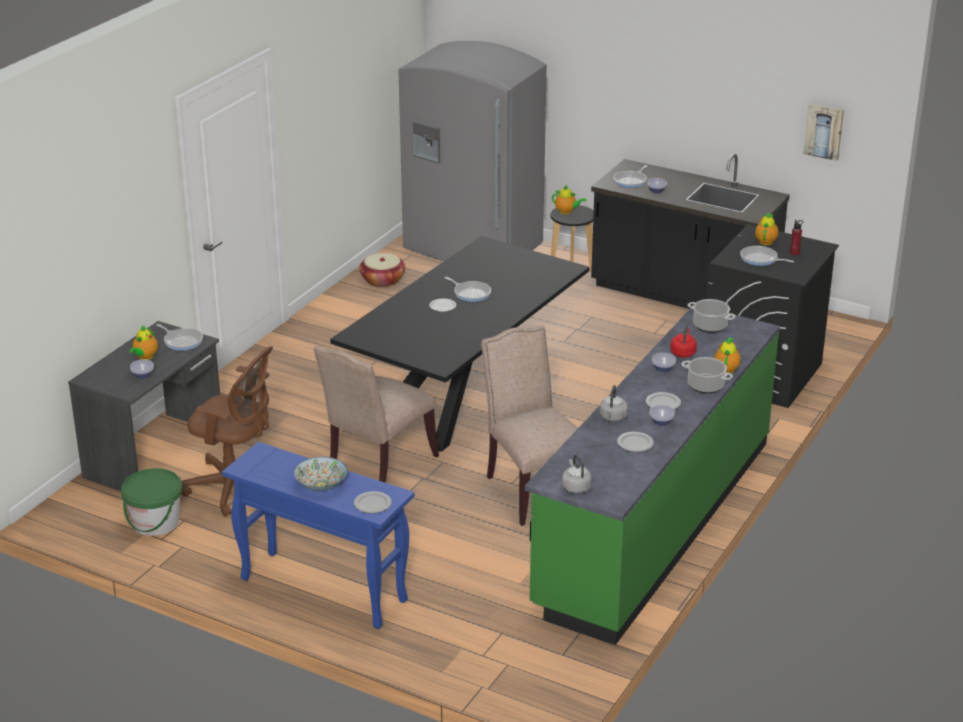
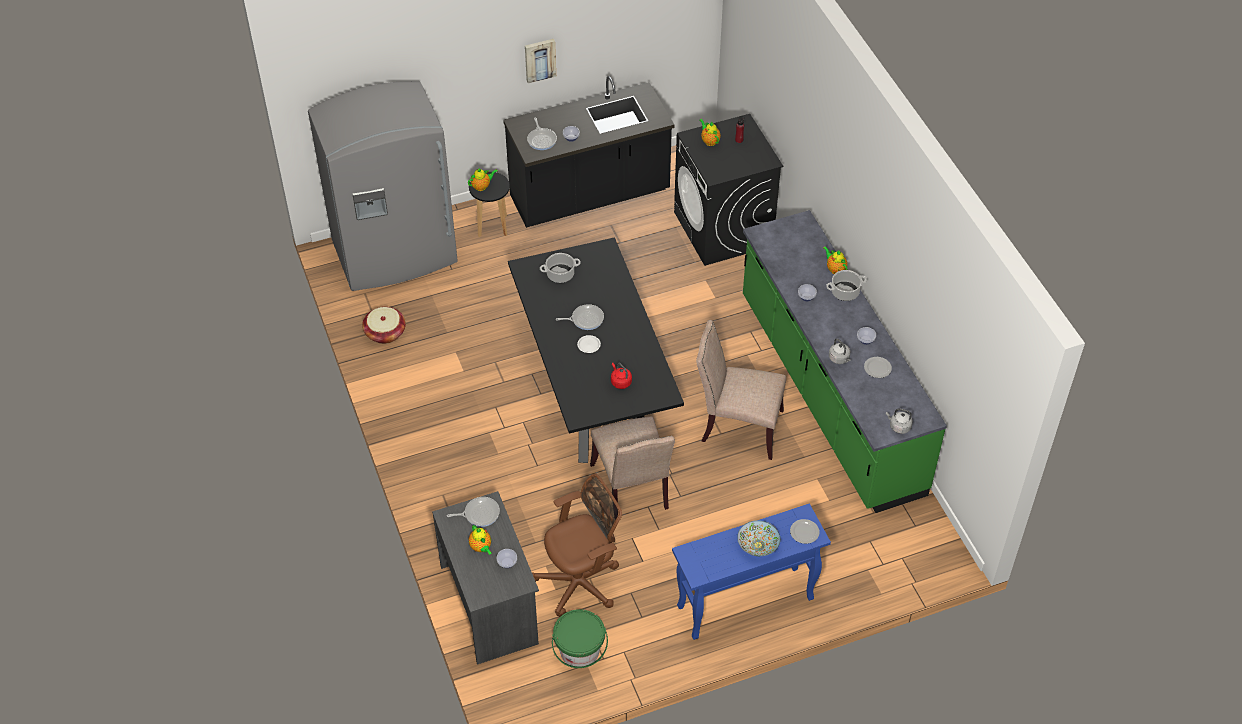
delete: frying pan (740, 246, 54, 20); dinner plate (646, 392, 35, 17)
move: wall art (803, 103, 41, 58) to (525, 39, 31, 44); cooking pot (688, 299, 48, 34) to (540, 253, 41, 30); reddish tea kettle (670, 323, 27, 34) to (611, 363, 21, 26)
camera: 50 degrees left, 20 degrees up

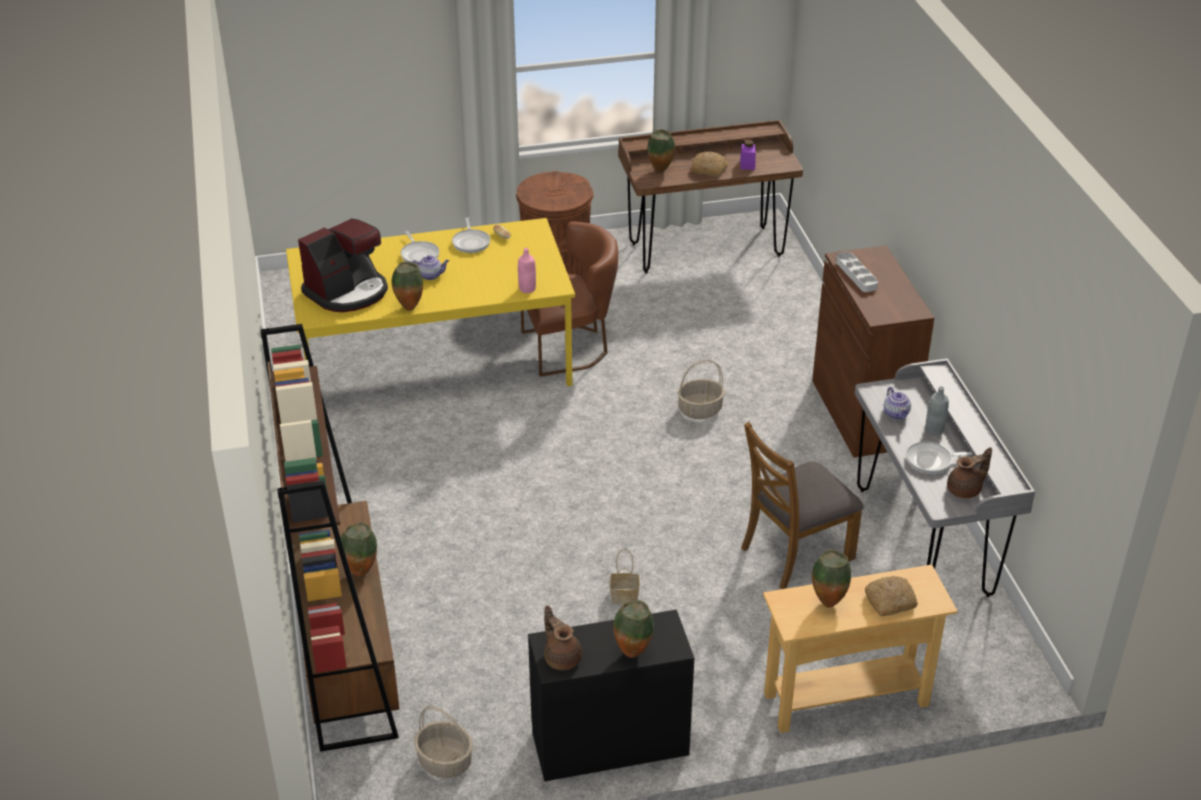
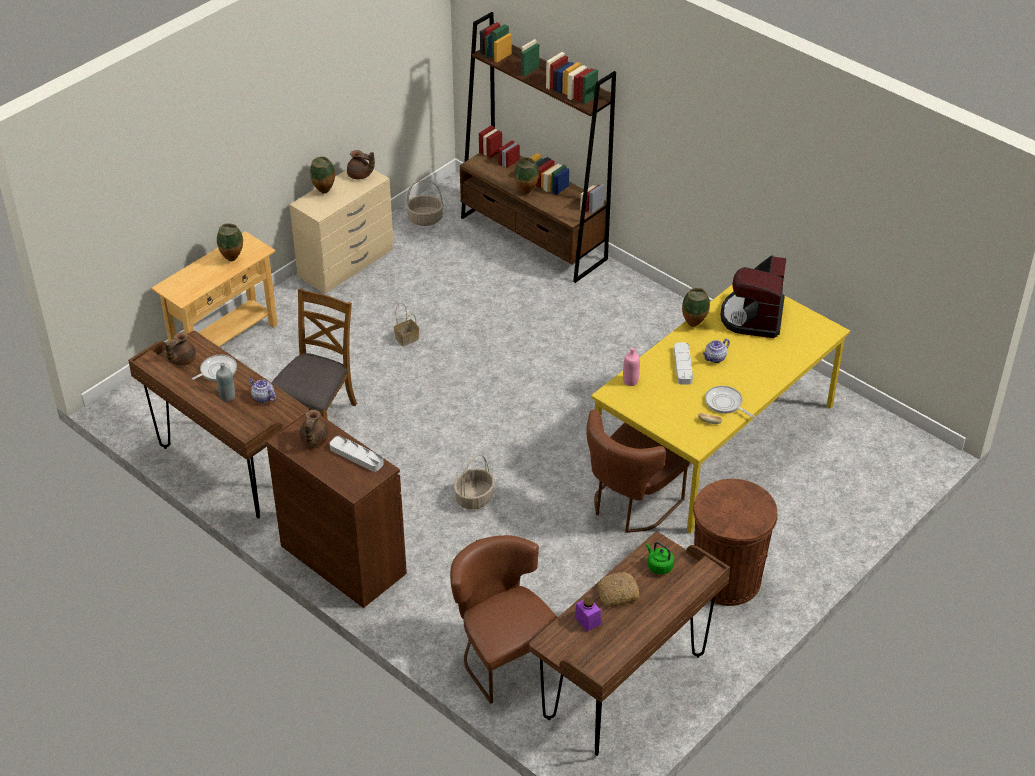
delete: frying pan (401, 231, 38, 35); baked bread (865, 576, 53, 40)
insert: grey tray (674, 342, 19, 42); brown-coloured pot for tea (299, 410, 30, 36); brown-coloured chair (450, 535, 108, 169)
replace: vase (648, 129, 27, 43) to green tea kettle (646, 542, 28, 32)
recolor: grey desk unit (855, 358, 180, 239) to brown-coloured desk unit (128, 331, 181, 188); black-coloured chest of drawers (528, 610, 166, 171) to sand-coloured chest of drawers (289, 170, 105, 124)
camera: 145 degrees right, 5 degrees up

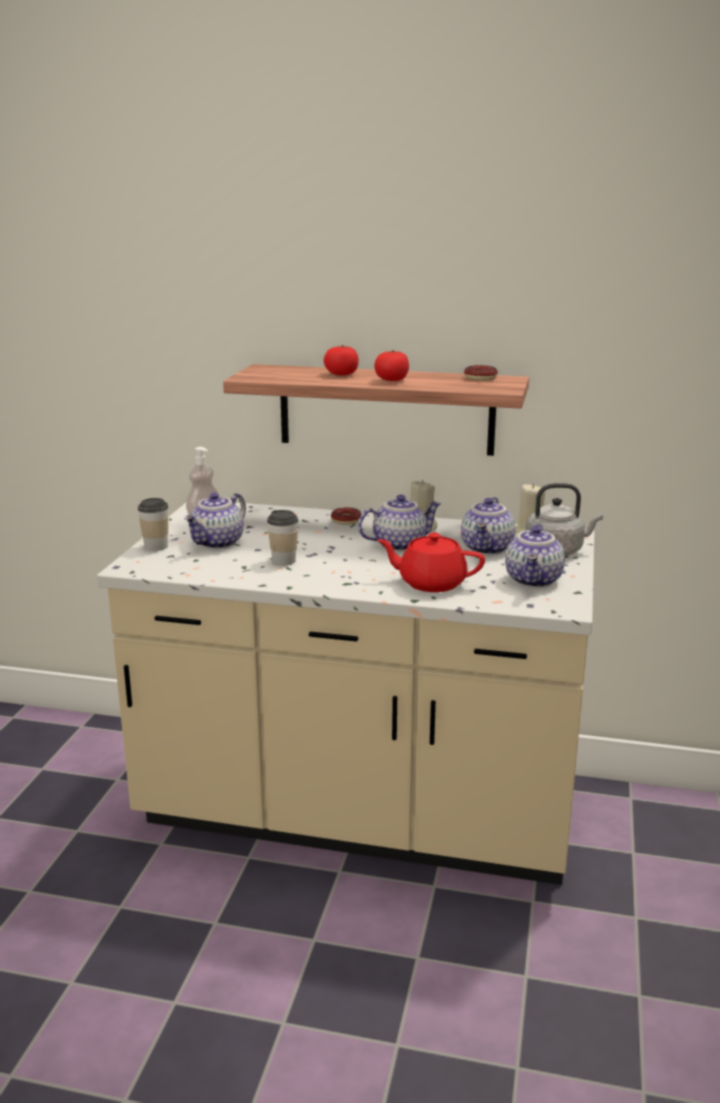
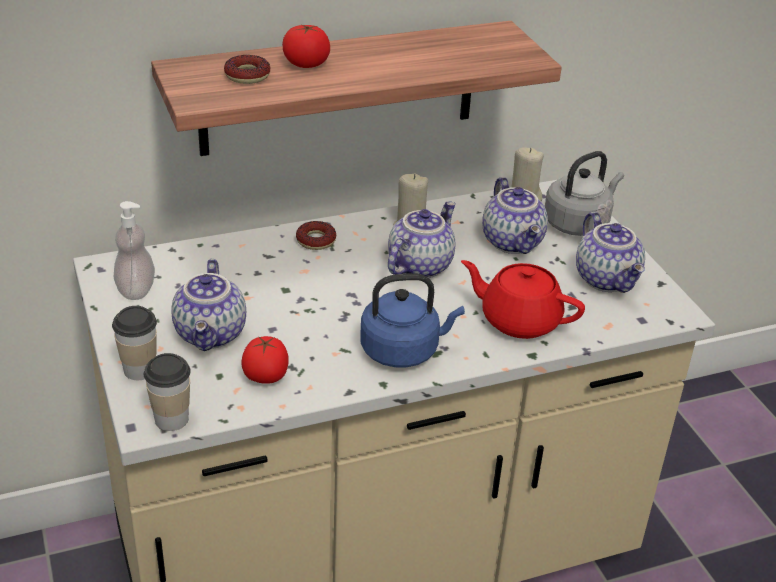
insert: blue-coloured tea kettle (360, 273, 105, 95)
move: fresh tomato (374, 350, 35, 31) to (241, 336, 48, 48); donut (464, 365, 34, 16) to (224, 55, 46, 29); small cup (267, 510, 32, 56) to (144, 353, 47, 78)
rotate: reddish pot for tea (377, 533, 108, 59) = (461, 260, 124, 79) 45 degrees clockwise
camera: 35 degrees left, 15 degrees up

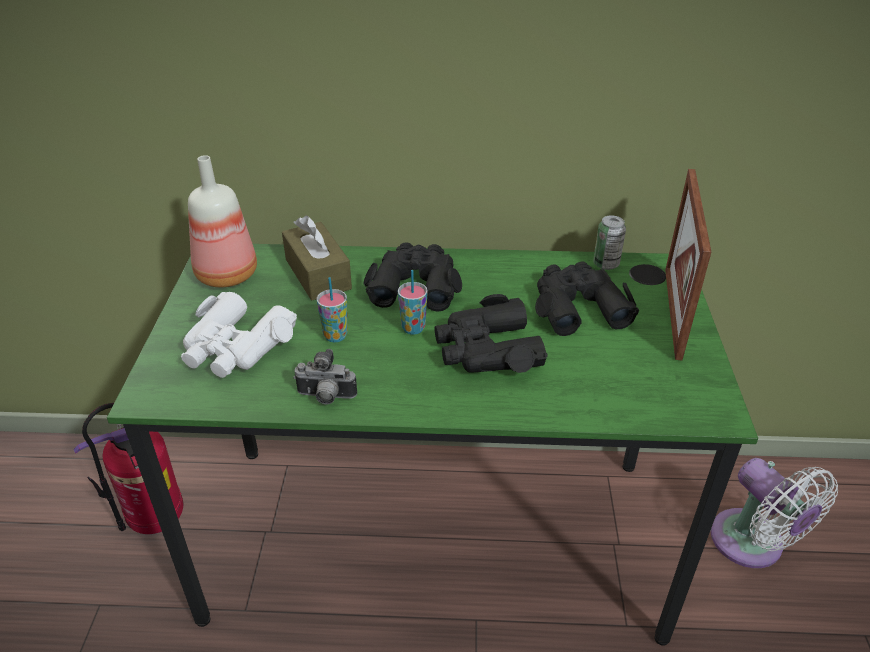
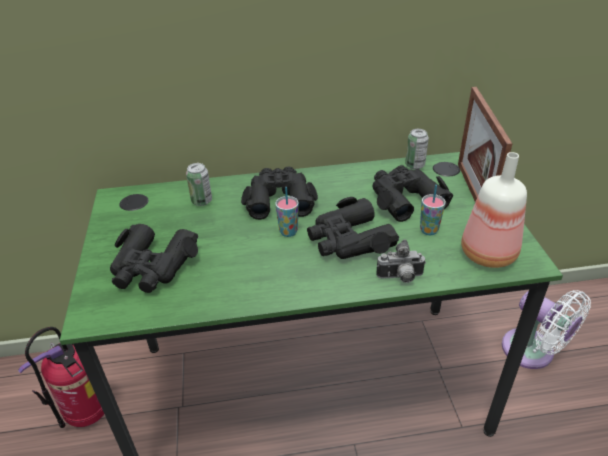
move: bottle (188, 155, 69, 133) to (461, 152, 66, 116); small cup (317, 277, 30, 65) to (420, 185, 26, 50); still camera (293, 349, 64, 56) to (376, 240, 50, 43)
replace: brown-coloured tissue holder (282, 215, 70, 85) to metal can (186, 163, 26, 43)
recolor: white pair of binoculars (181, 292, 116, 86) to black-coloured pair of binoculars (110, 224, 88, 69)
camera: 10 degrees left, 0 degrees up

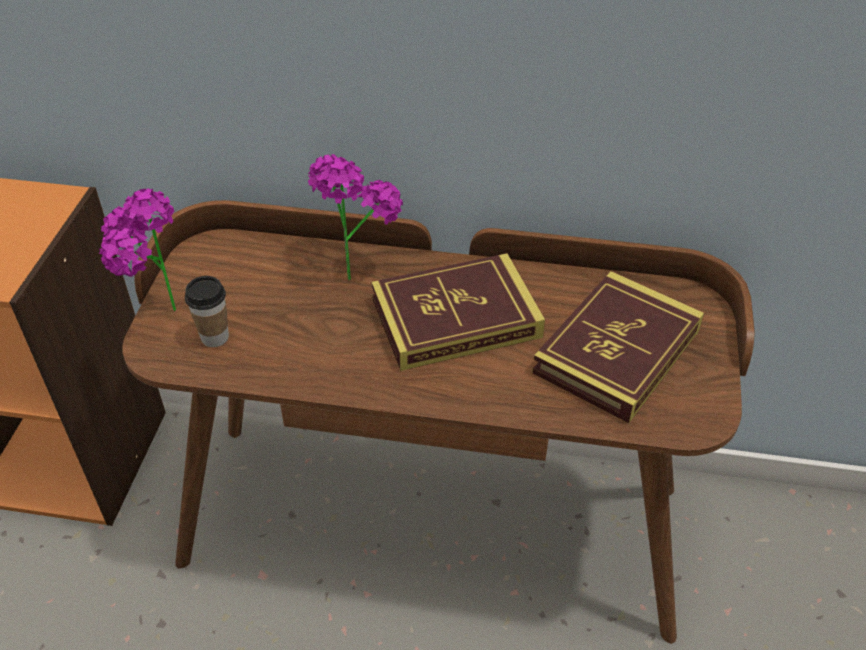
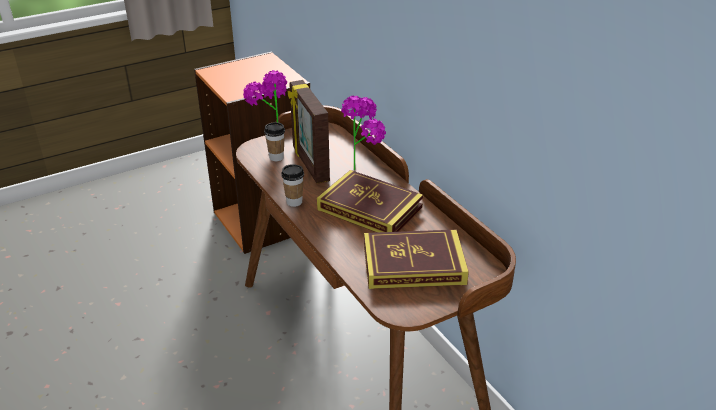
insert: standing frame (288, 80, 42, 104); small cup (281, 164, 23, 43)
camera: 50 degrees right, 10 degrees down

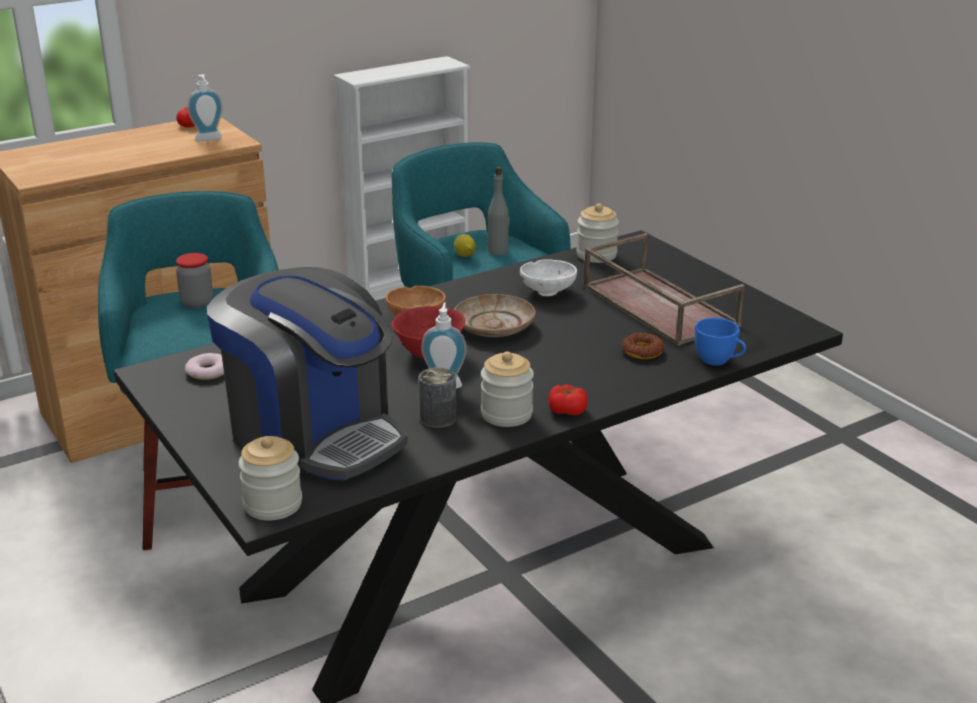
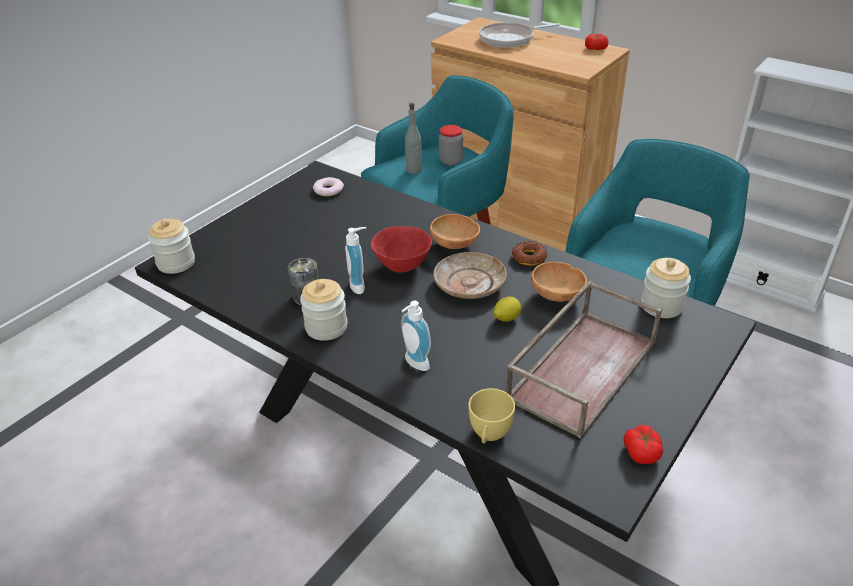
delete: coffee maker (207, 267, 201, 213)
insert: frying pan (479, 22, 81, 25)
move: soap bottle (188, 74, 35, 67) to (401, 301, 30, 70); grey bottle (488, 167, 21, 88) to (405, 103, 17, 71); citrus fruit (454, 234, 22, 23) to (493, 297, 28, 25); donut (621, 332, 44, 27) to (512, 241, 36, 25); fresh tomato (548, 385, 40, 31) to (624, 425, 39, 39)
recolor: white deep dish (520, 259, 57, 37) to brown-coloured deep dish (531, 262, 56, 40); blue-coloured small cup (695, 318, 51, 48) to yellow small cup (468, 388, 47, 56)
camera: 70 degrees right, 10 degrees up

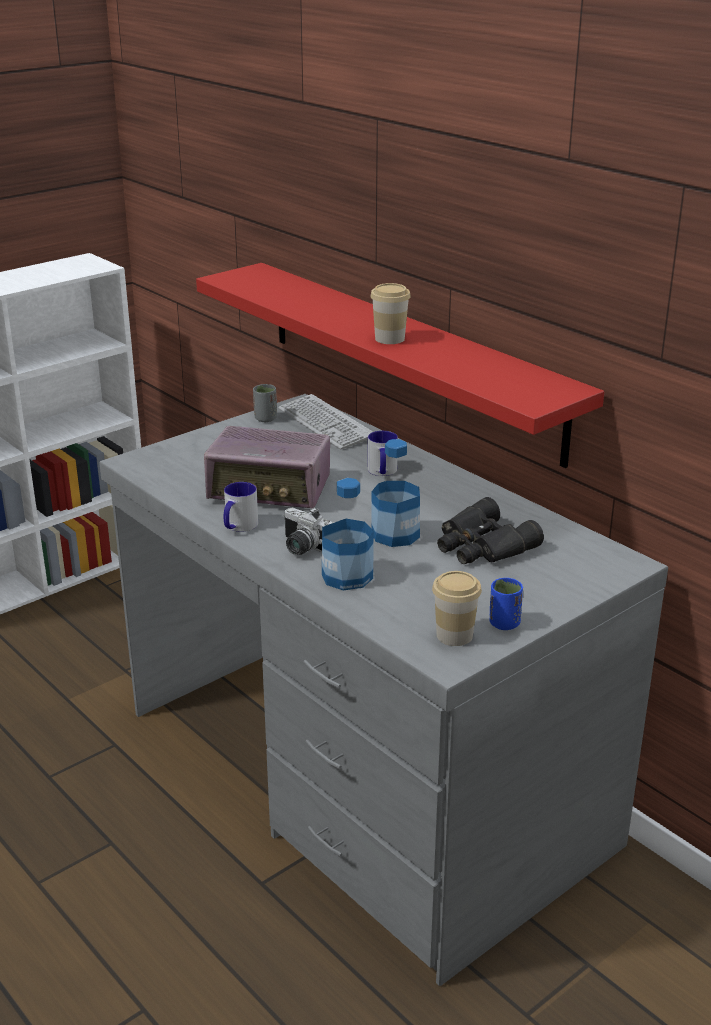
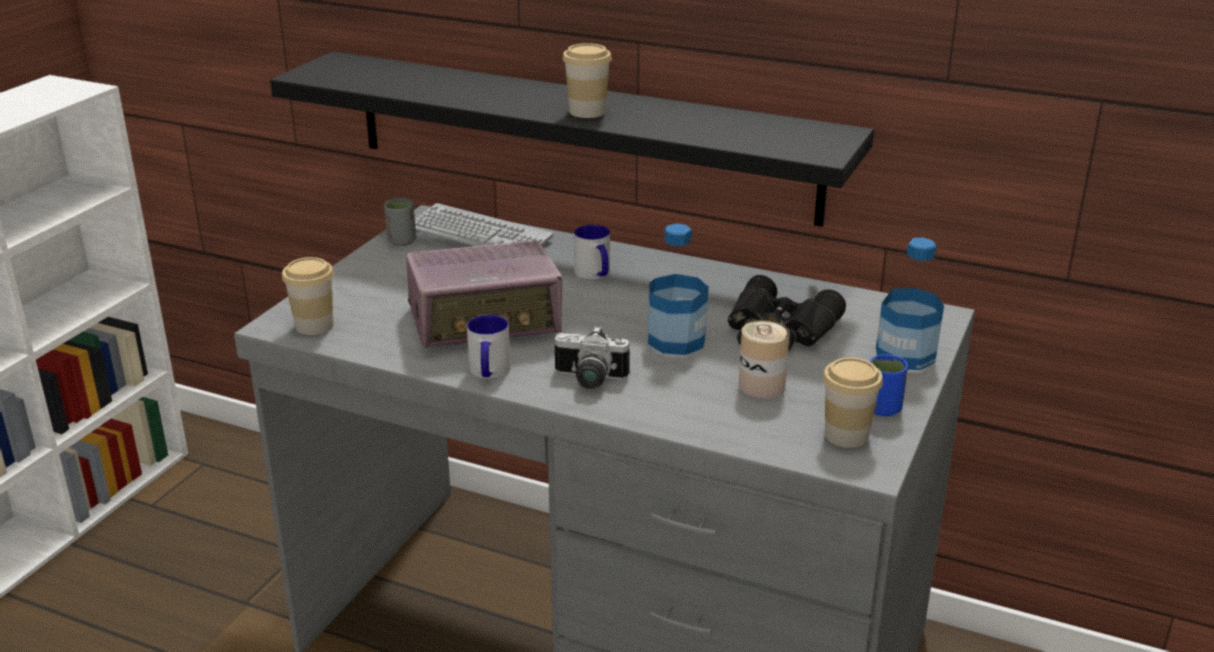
insert: small cup (282, 257, 52, 78); metal can (739, 320, 51, 78)
move: bottle (322, 478, 52, 112) to (876, 238, 68, 132)
recolor: reddish shelf (196, 263, 408, 205) to black-coloured shelf (270, 52, 604, 175)
camera: 25 degrees left, 0 degrees up

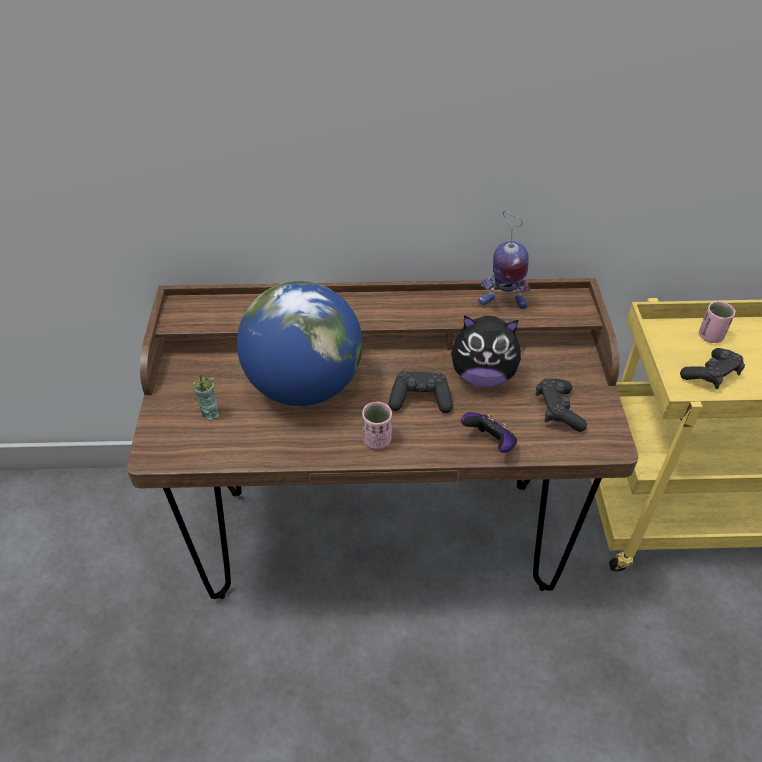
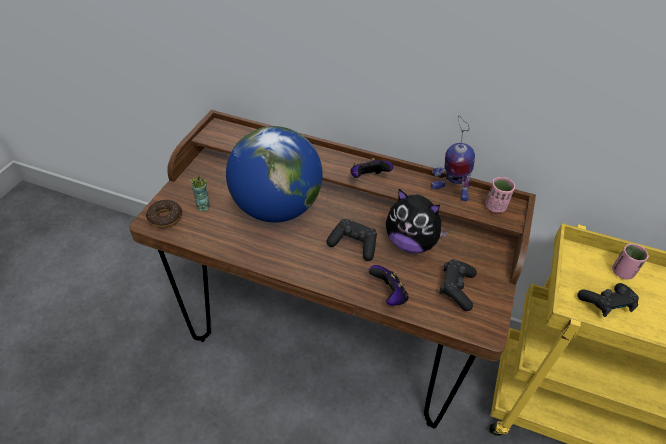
insert: game controller (350, 158, 43, 20); donut (146, 200, 36, 28)
move: pink small cup (362, 402, 30, 47) to (485, 177, 30, 36)
camera: 20 degrees right, 0 degrees up

